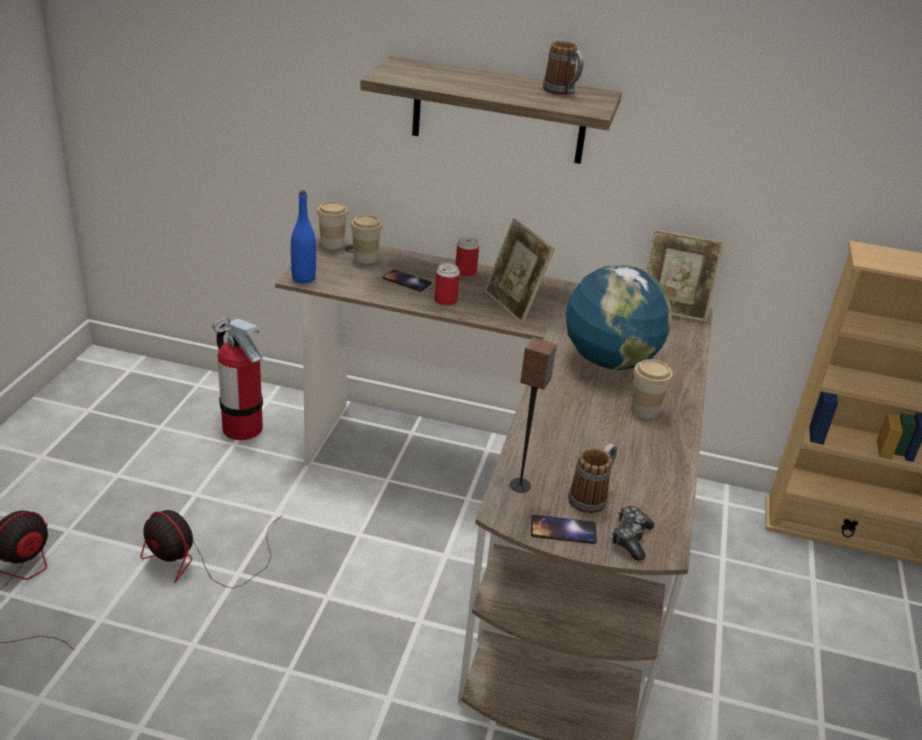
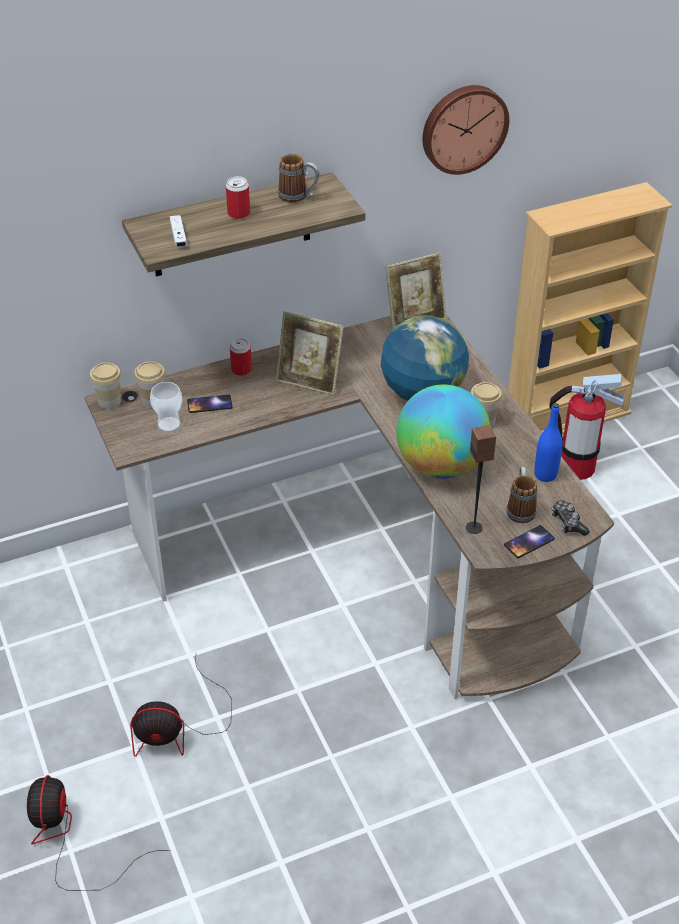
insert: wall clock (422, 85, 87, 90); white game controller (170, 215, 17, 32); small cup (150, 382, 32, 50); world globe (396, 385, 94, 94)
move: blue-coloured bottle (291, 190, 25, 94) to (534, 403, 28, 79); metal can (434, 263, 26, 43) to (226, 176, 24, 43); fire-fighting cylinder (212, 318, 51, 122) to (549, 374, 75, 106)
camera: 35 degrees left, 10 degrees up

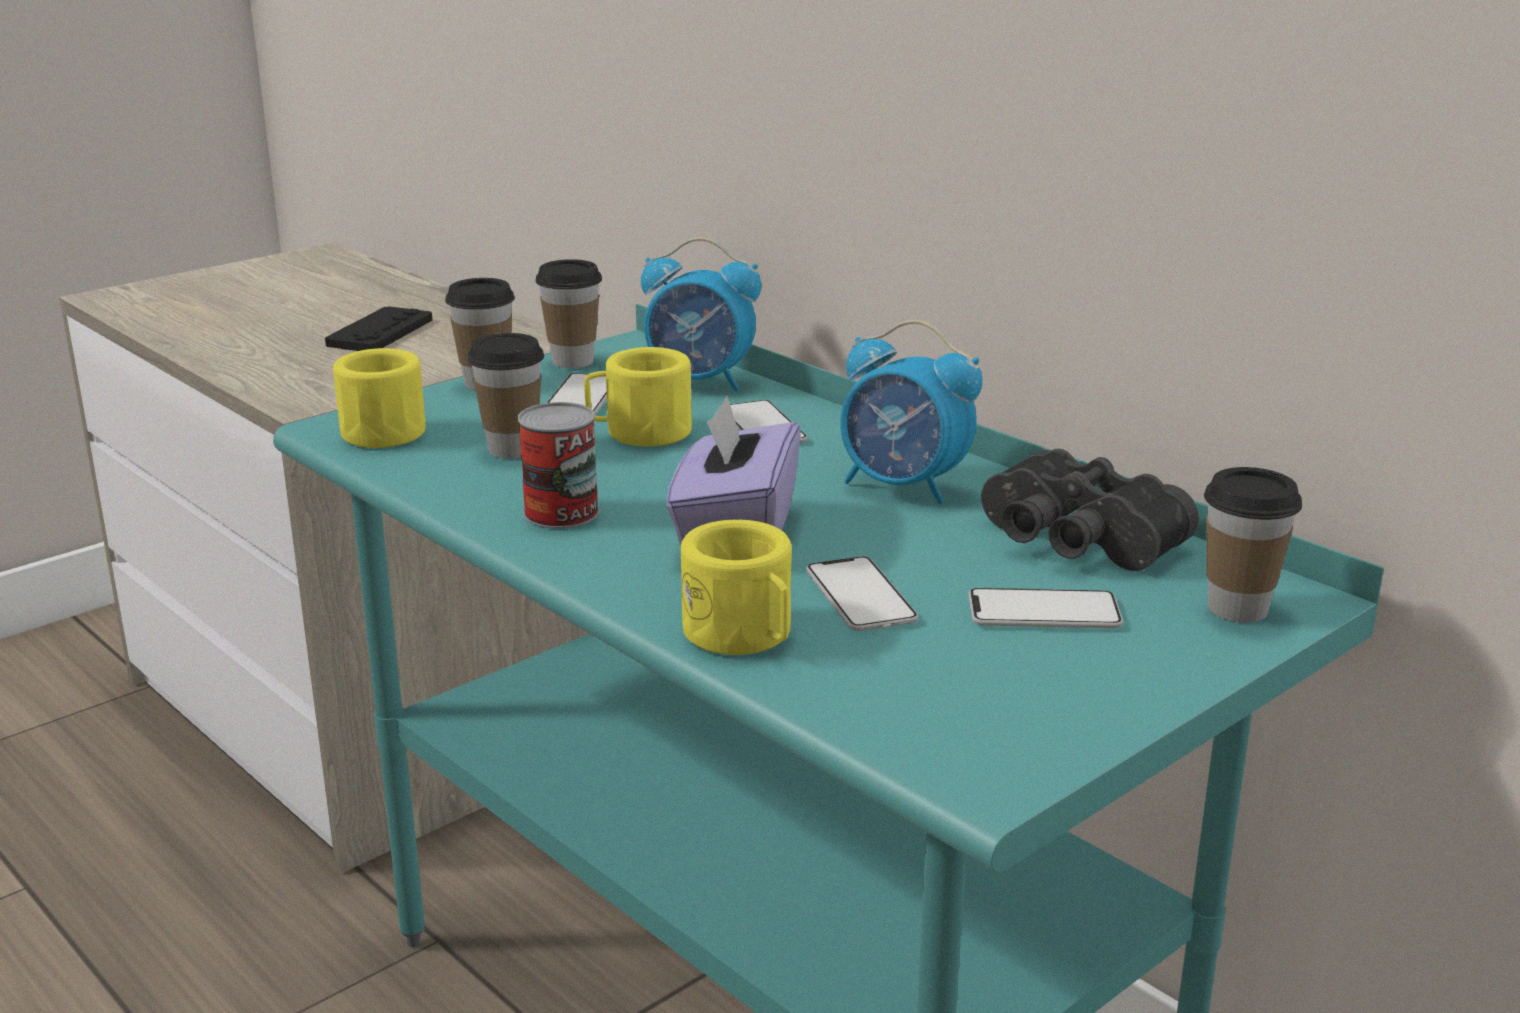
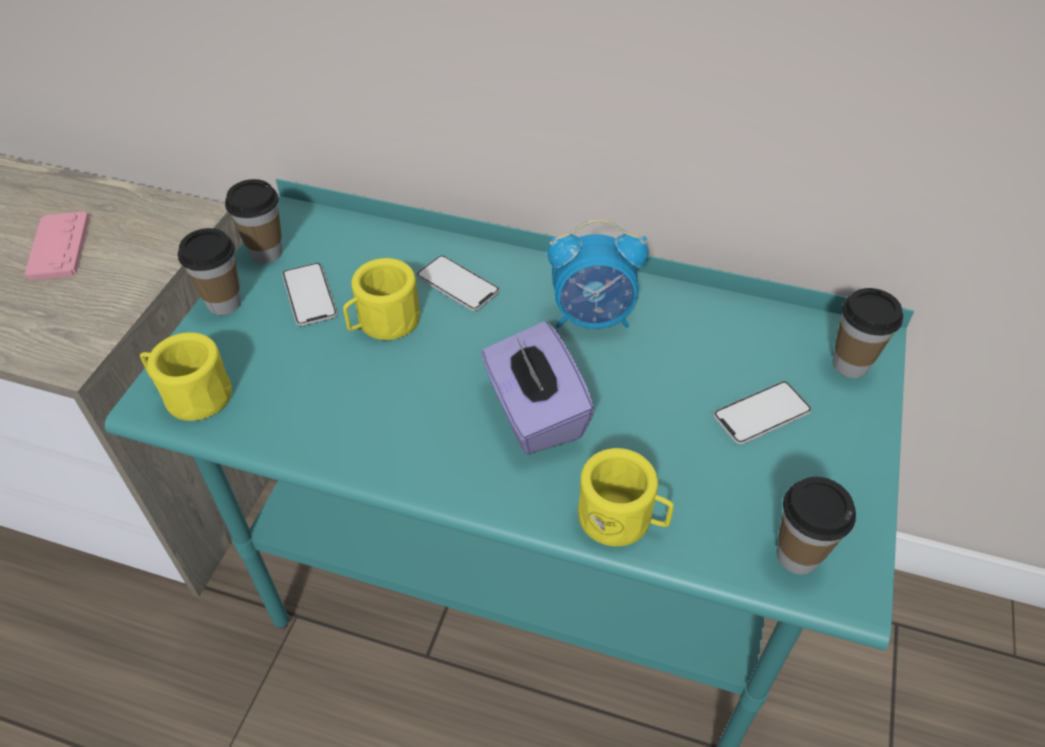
delete: alarm clock (641, 237, 120, 155); metal can (518, 402, 81, 127); black-coloured pair of binoculars (981, 449, 218, 122); phone (806, 556, 113, 75)
move: small cup (467, 333, 77, 125) to (777, 477, 79, 98)
recolor: black-coloured game controller (325, 306, 107, 45) to pink game controller (25, 211, 65, 70)
camera: 30 degrees left, 25 degrees up

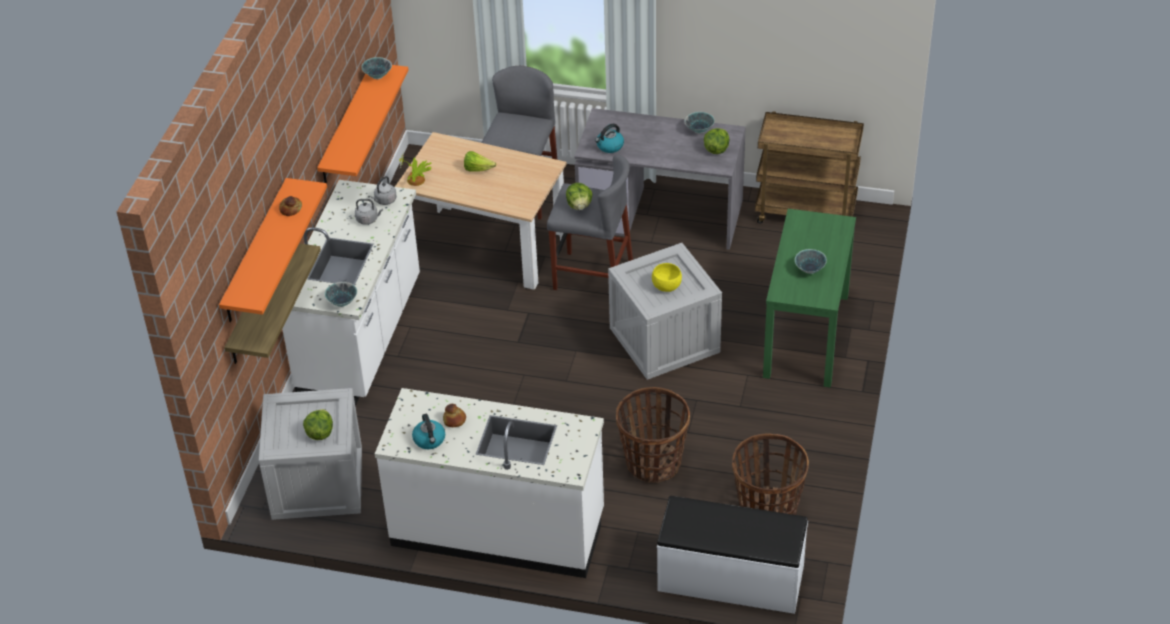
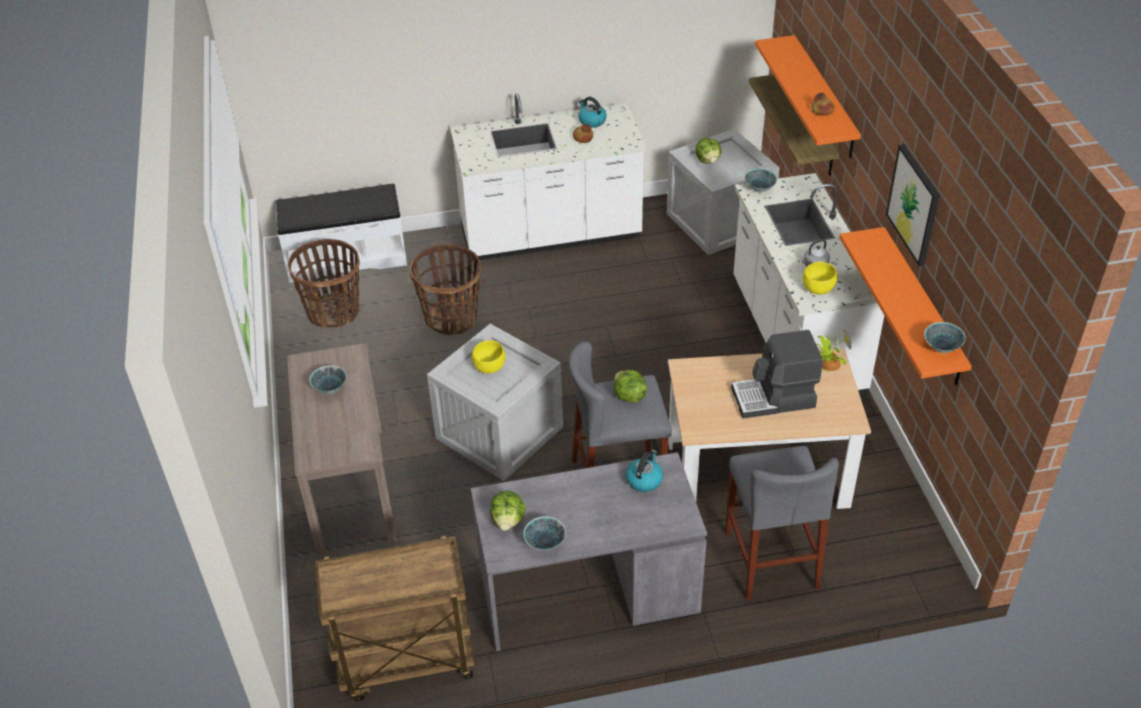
insert: wall art (886, 144, 54, 122)
replace: lettuce head (464, 151, 33, 21) to coffee maker (731, 330, 92, 89); grey tea kettle (371, 176, 26, 29) to yellow deep dish (803, 262, 34, 33)
recolor: green narrow table (763, 209, 93, 179) to brown-coloured narrow table (287, 343, 110, 212)
camera: 155 degrees right, 0 degrees up

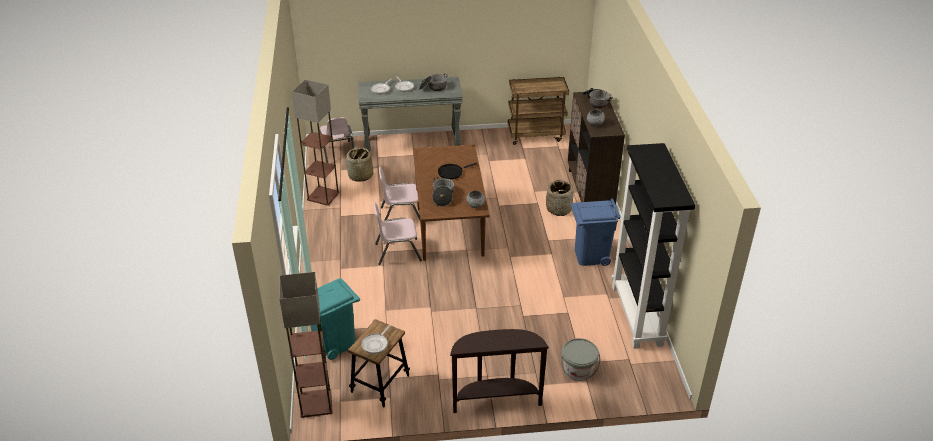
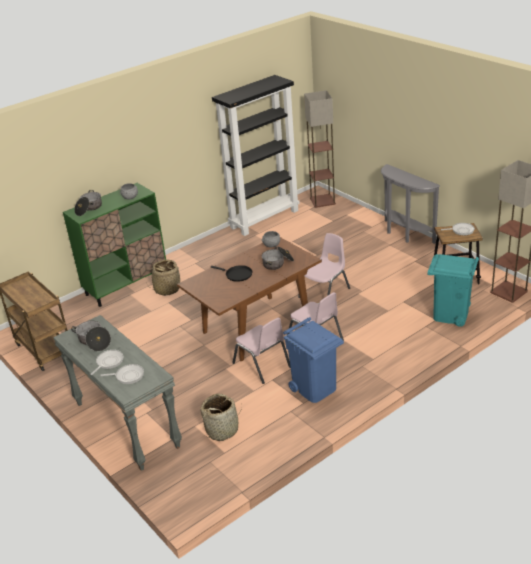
delete: grey water bucket (561, 338, 39, 43)
move: standing lamp (292, 80, 47, 126) to (304, 90, 32, 118); pink chair (319, 117, 35, 46) to (298, 233, 52, 65); blue-coloured trash can (571, 198, 49, 68) to (283, 317, 61, 86)
recolor: brown-coloured storage cabinet (568, 92, 57, 112) to green storage cabinet (63, 183, 103, 124); brown-coloured narrow table (450, 329, 99, 84) to grey narrow table (381, 164, 59, 80)
camera: 120 degrees left, 5 degrees down

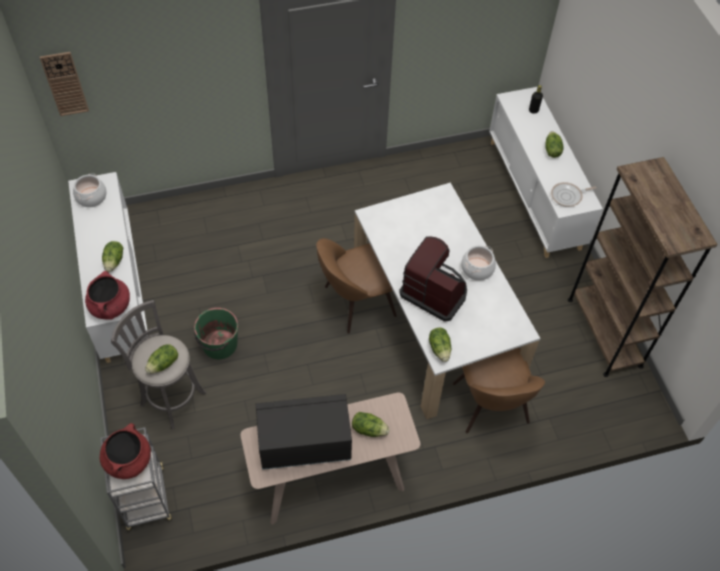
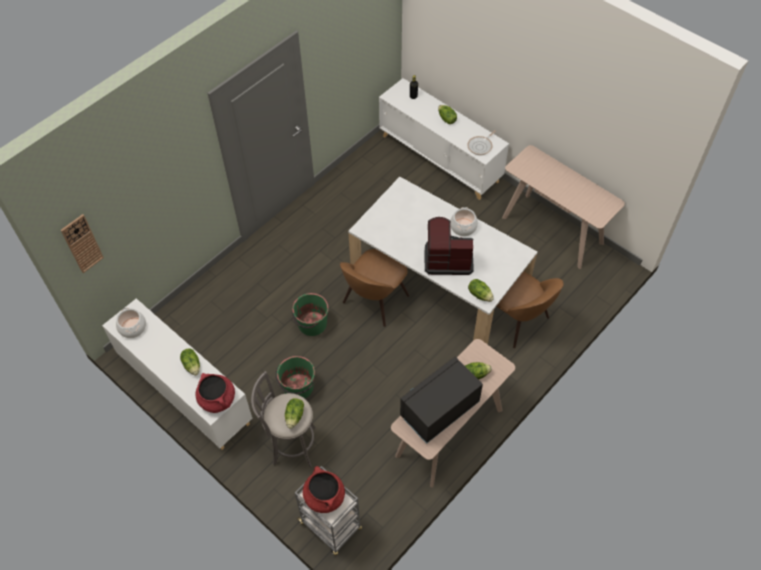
insert: green water bucket (292, 293, 37, 43)
replace: brown-coloured shelving unit (568, 157, 150, 220) to sand-coloured narrow table (502, 145, 123, 124)
camera: 30 degrees left, 0 degrees up

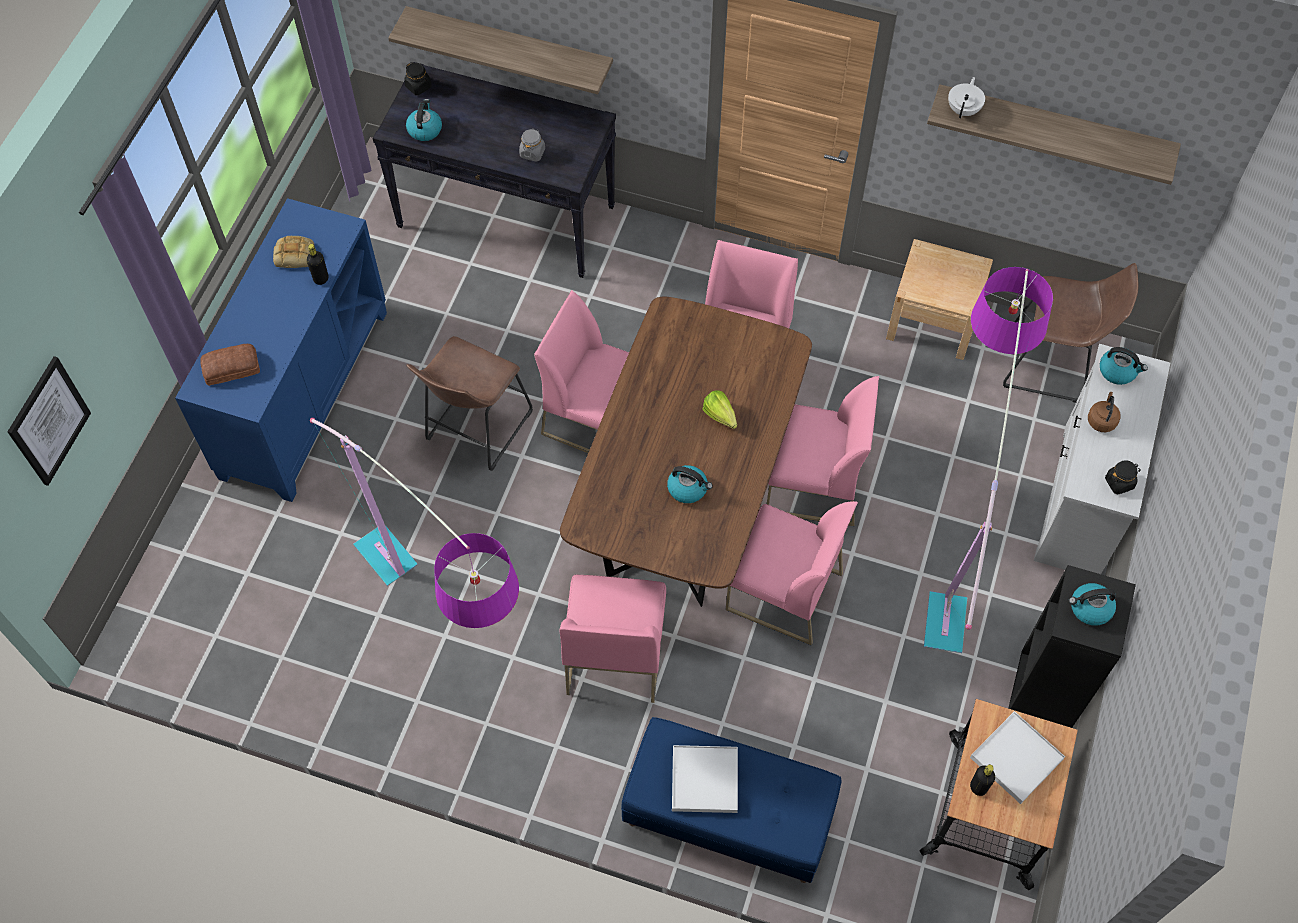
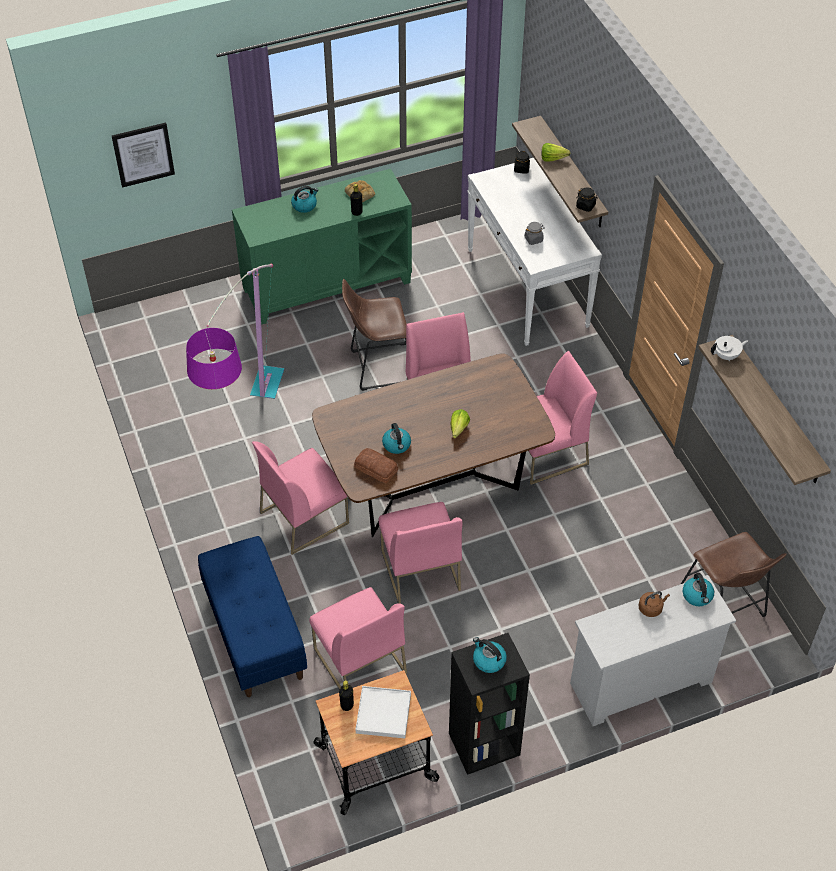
delete: sand-coloured bedside table (886, 239, 107, 121); standing lamp (924, 267, 129, 386); white tray (672, 745, 66, 68)
insert: lettuce head (541, 143, 29, 19)
move: tea kettle (406, 99, 36, 42) to (291, 186, 27, 27); baked bread (200, 344, 60, 42) to (354, 448, 44, 36); pink chair (767, 376, 112, 150) to (309, 587, 98, 103); black-coloured storage jar (1105, 460, 36, 35) to (576, 188, 22, 24)
recolor: black-coloured narrow table (372, 62, 244, 216) to white narrow table (467, 158, 135, 188); blue-coloured storage cabinet (175, 198, 212, 304) to green storage cabinet (232, 169, 180, 156)
camera: 50 degrees right, 10 degrees down

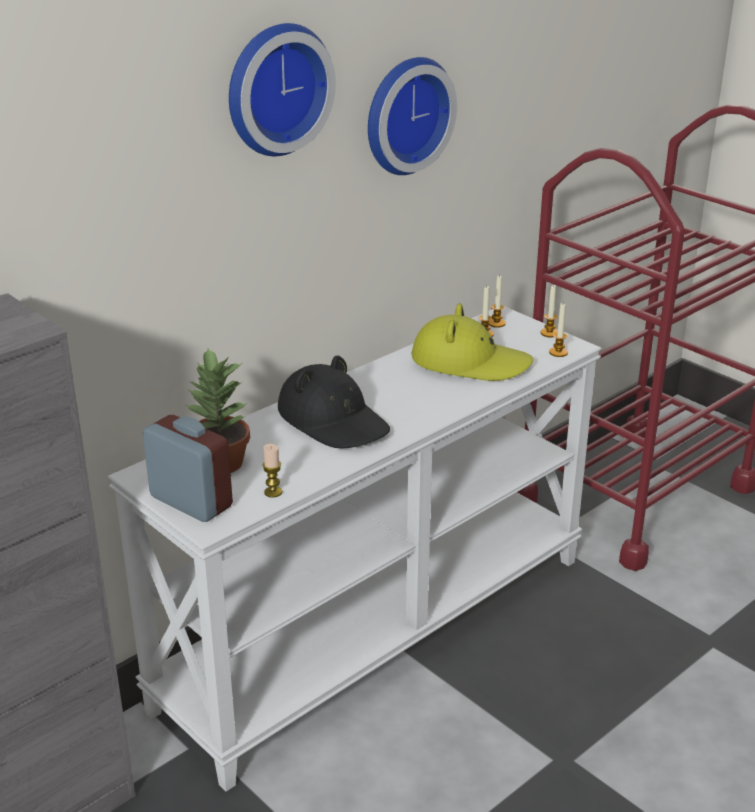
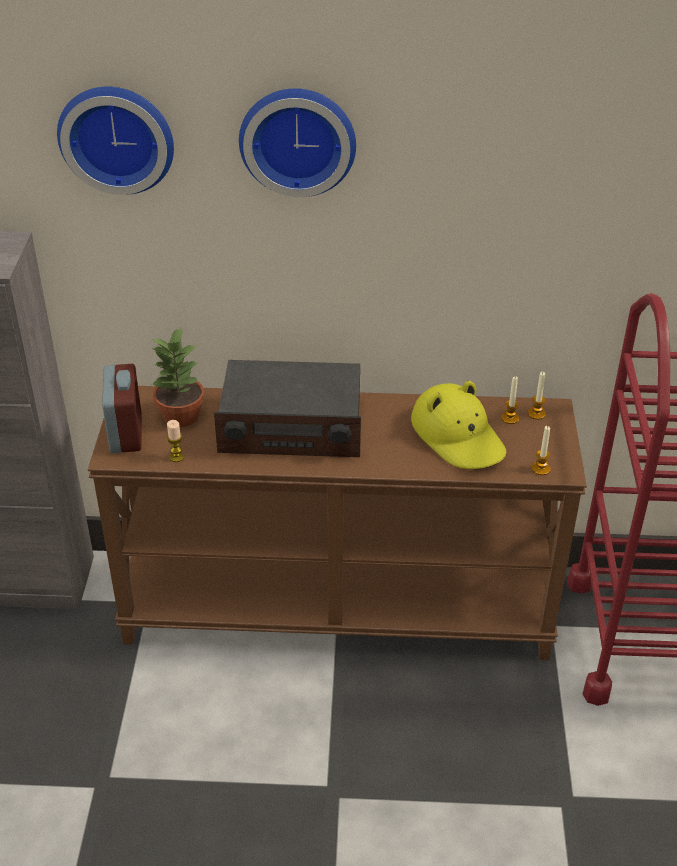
delete: wax candle (541, 284, 17, 53)
move: wall clock (368, 57, 89, 118) to (57, 87, 117, 108)
replace: black-coloured clothing hat (278, 356, 112, 93) to radio set (214, 360, 147, 97)
recolor: white narrow table (108, 306, 494, 485) to brown-coloured narrow table (88, 386, 499, 275)
camera: 45 degrees right, 10 degrees up

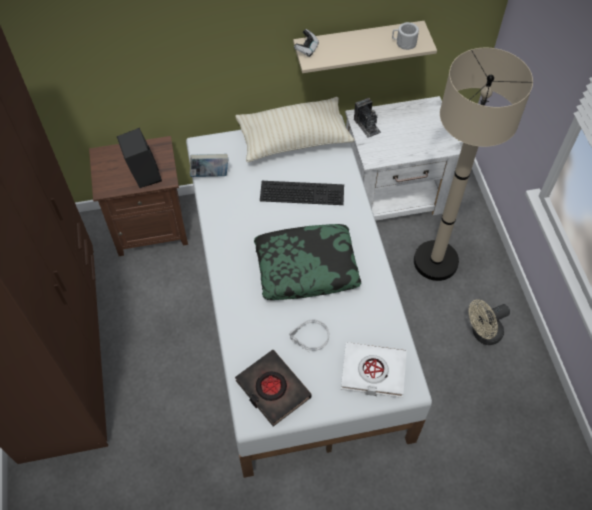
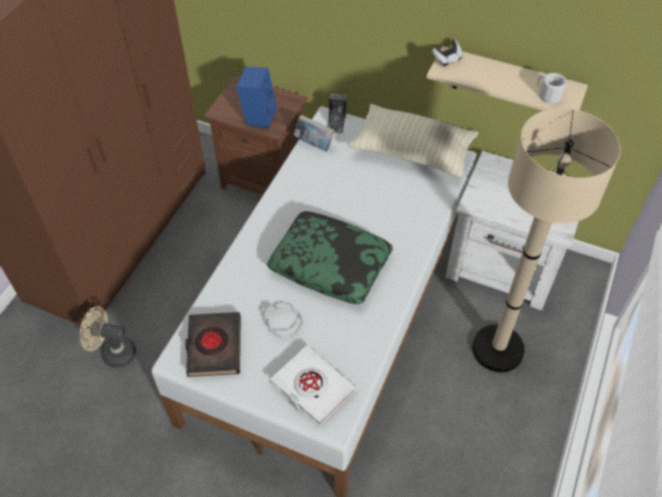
delete: computer keyboard (260, 181, 84, 24)
move: still camera (354, 98, 27, 40) to (327, 94, 20, 39); sand-coloured fan (469, 299, 41, 46) to (80, 306, 56, 61)
recolor: black-coloured audio speaker (117, 128, 45, 60) to blue-coloured audio speaker (236, 67, 41, 62)
camera: 35 degrees right, 5 degrees down

